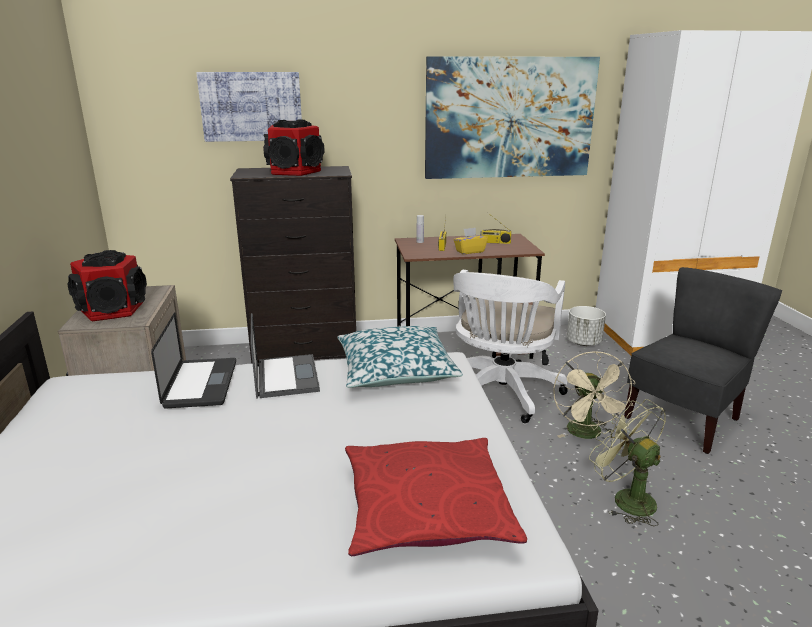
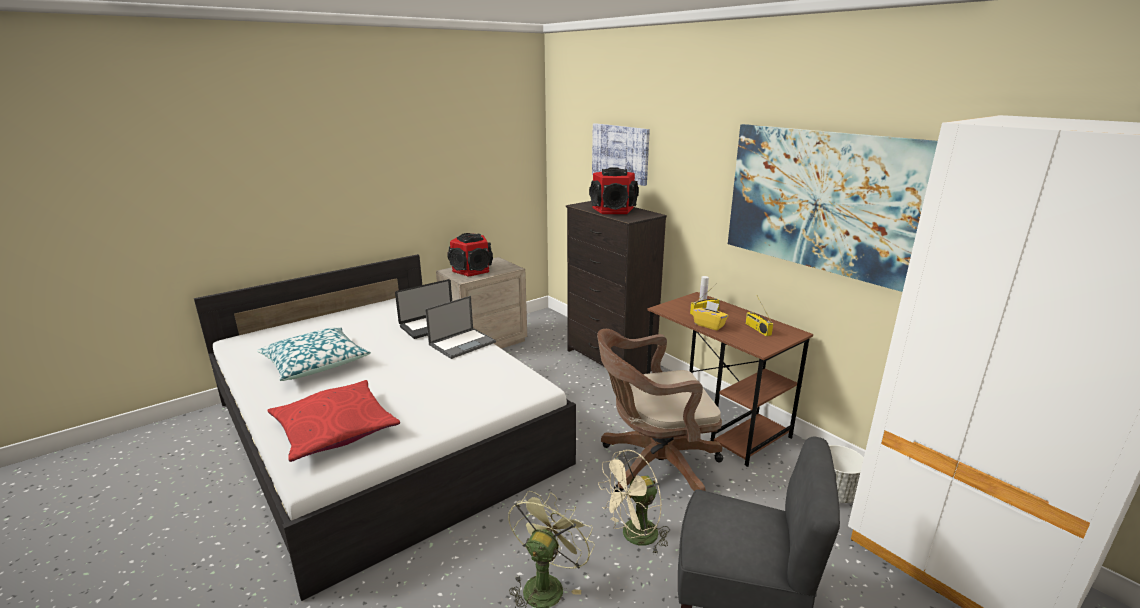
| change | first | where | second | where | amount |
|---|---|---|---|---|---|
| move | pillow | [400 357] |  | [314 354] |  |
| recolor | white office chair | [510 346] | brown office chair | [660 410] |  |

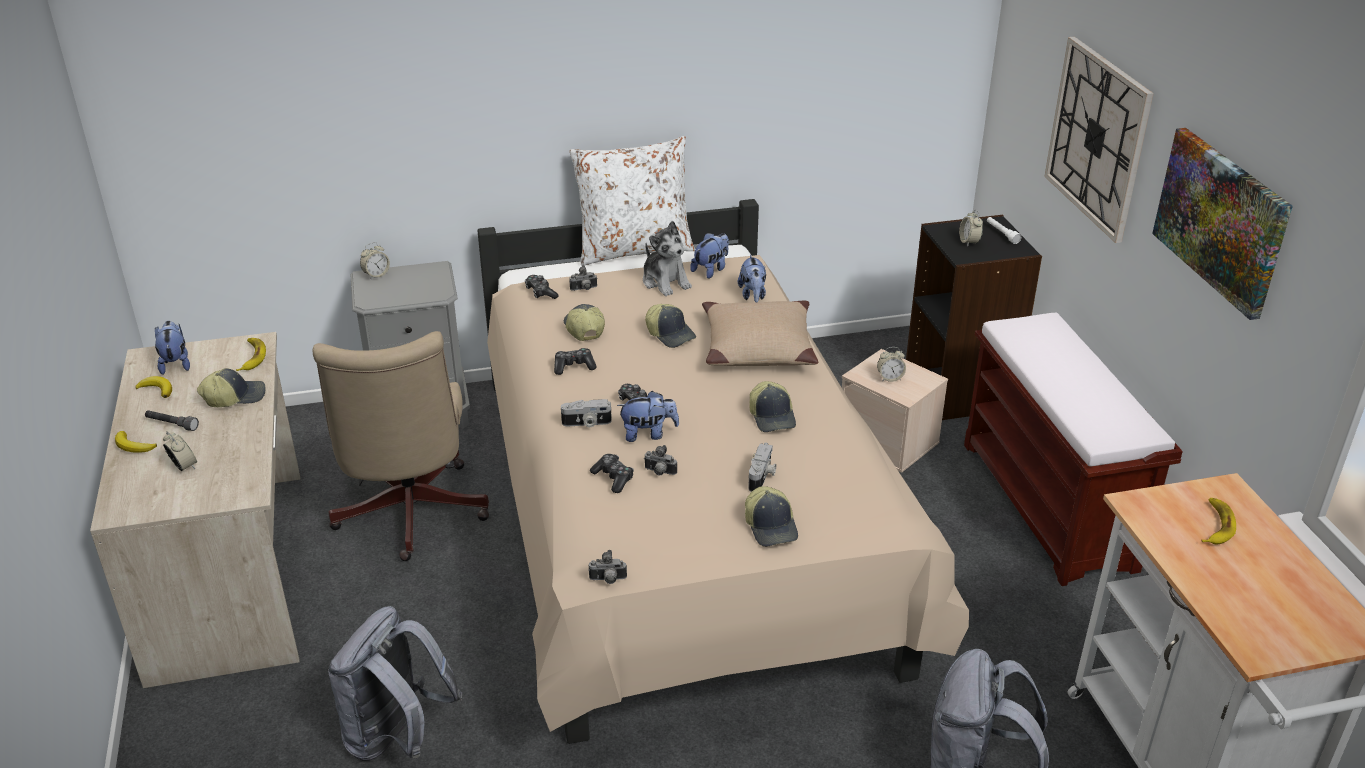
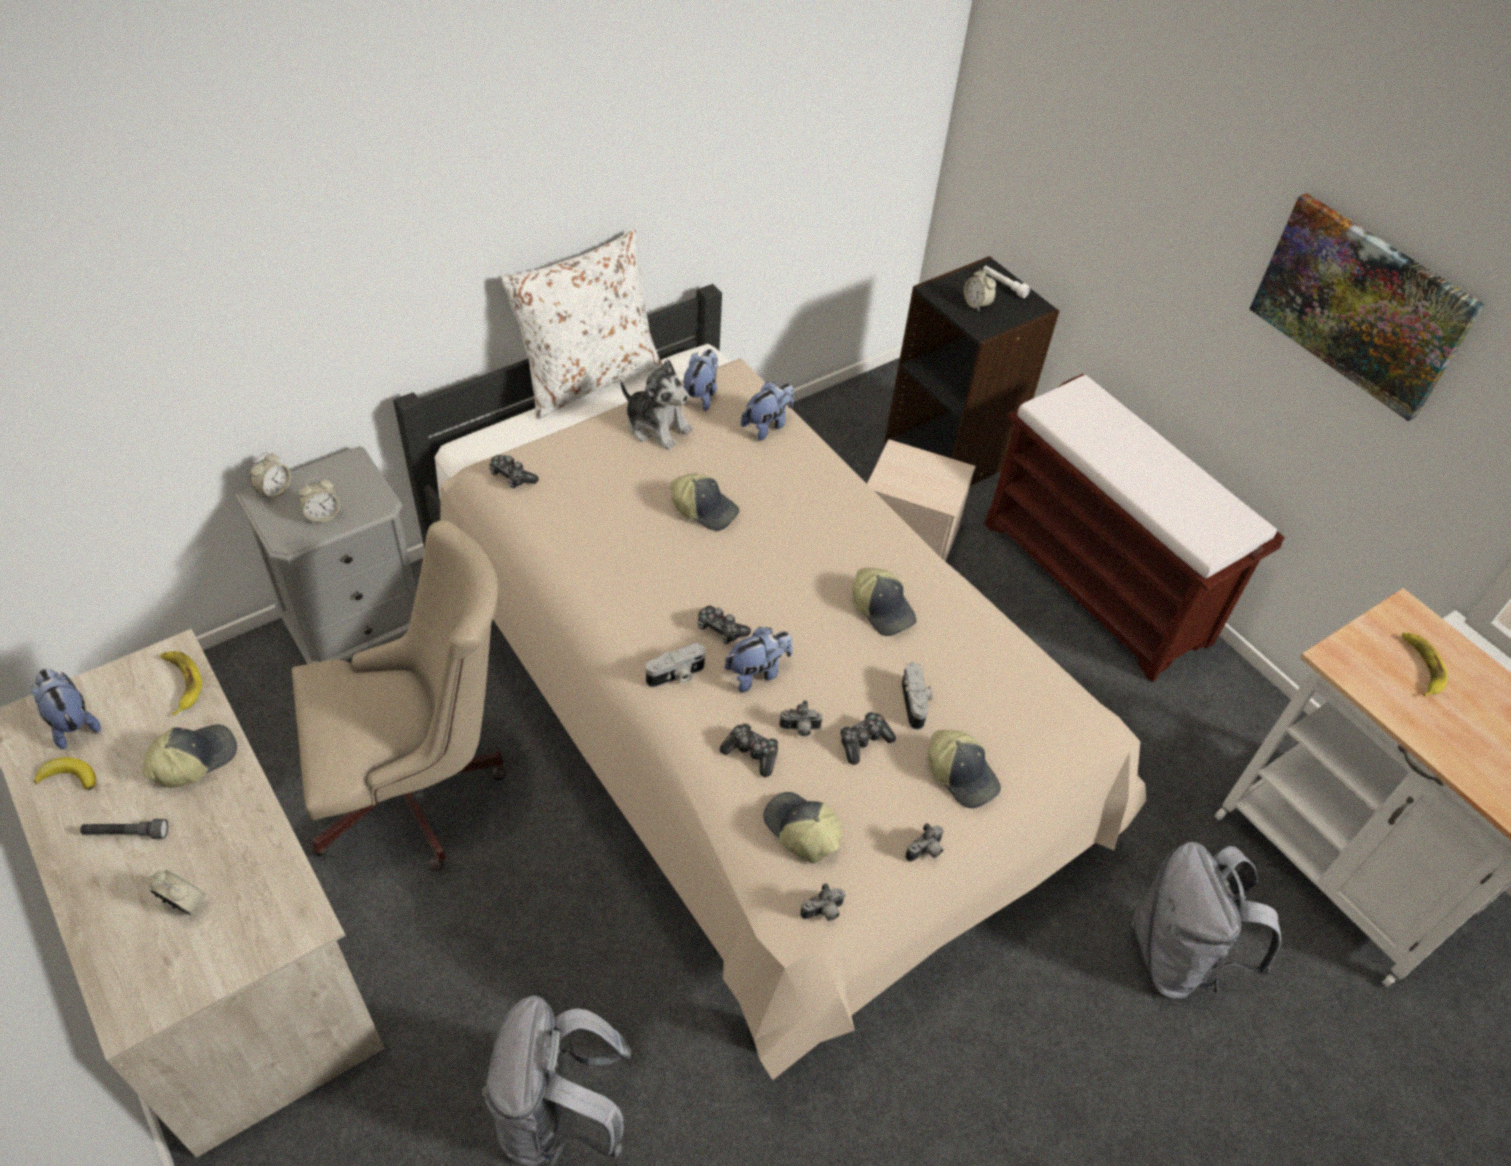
| change | first | where | second | where | amount |
|---|---|---|---|---|---|
| rotate | beige office chair | [400 446] |  | [399 695] | 75 degrees counterclockwise |
| move | alarm clock | [891 364] |  | [319 500] |  |
| rotate | plush toy | [752 278] |  | [767 411] | 105 degrees counterclockwise |
| move | cap | [584 322] |  | [802 827] |  |
| move | game controller | [575 361] |  | [868 738] |  |
| move | photo camera | [583 278] |  | [924 842] |  |
| delete | banana | [136 442] |  |  |  |
| delete | beige pillow | [760 333] |  |  |  |
| delete | wall clock | [1099 140] |  |  |  |

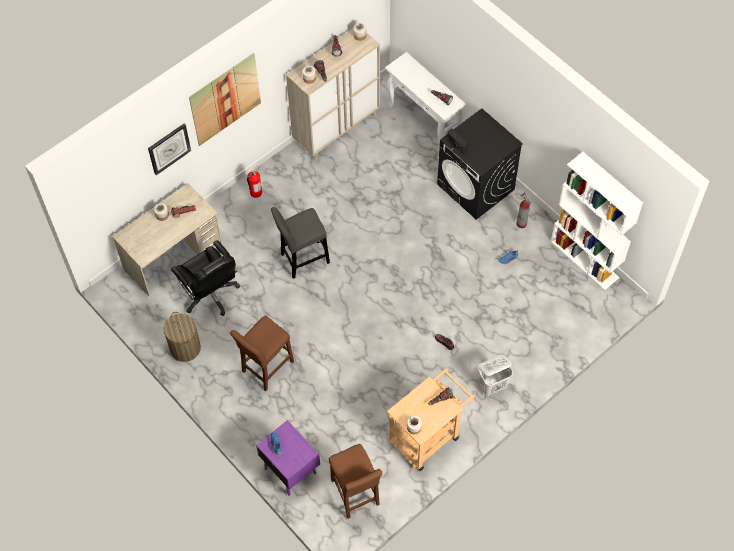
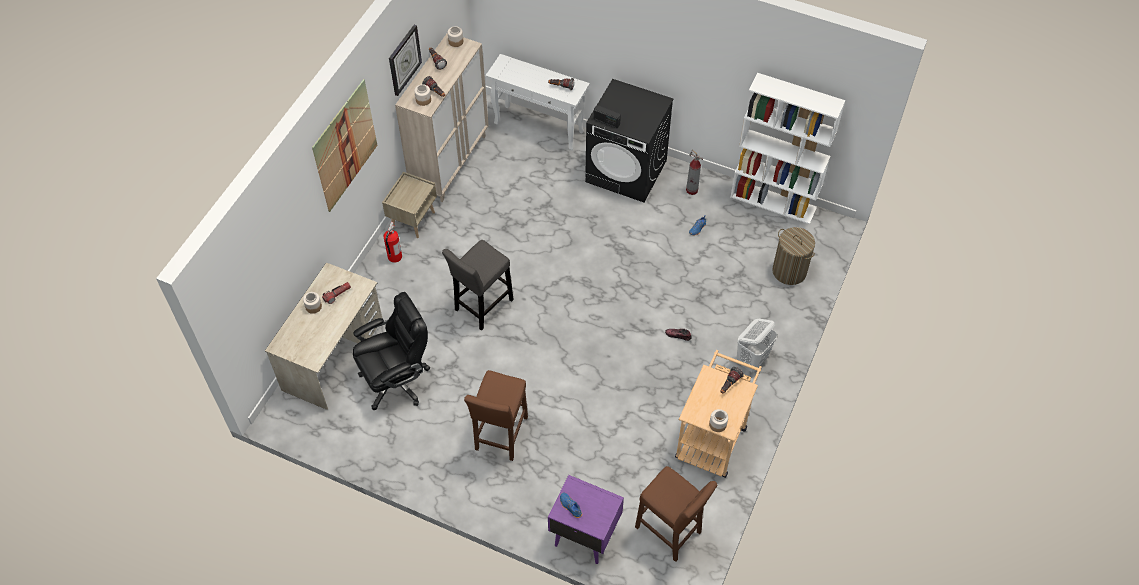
| change | first | where | second | where | amount |
|---|---|---|---|---|---|
| rotate | black office chair | [205 278] |  | [391 351] | 60 degrees counterclockwise |
| insert |  |  | beige nightstand | [409 205] |  |
| move | wall clock | [169 149] |  | [405 60] |  |
| move | laundry basket | [182 337] |  | [793 256] |  |

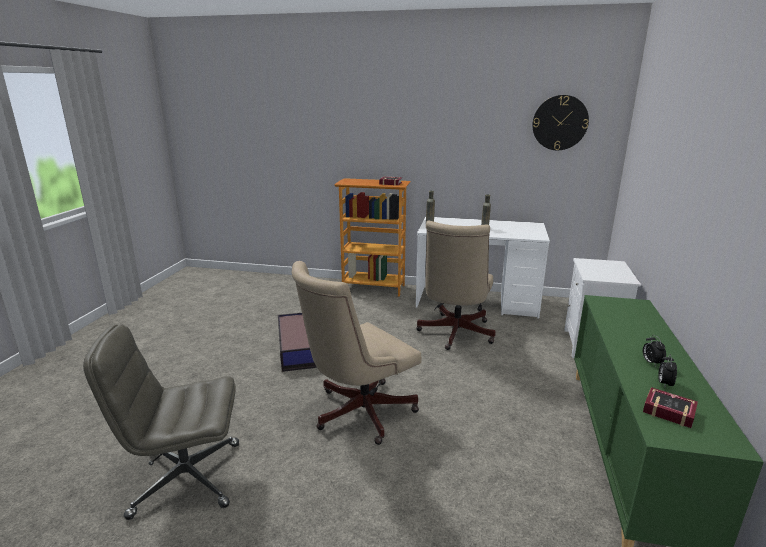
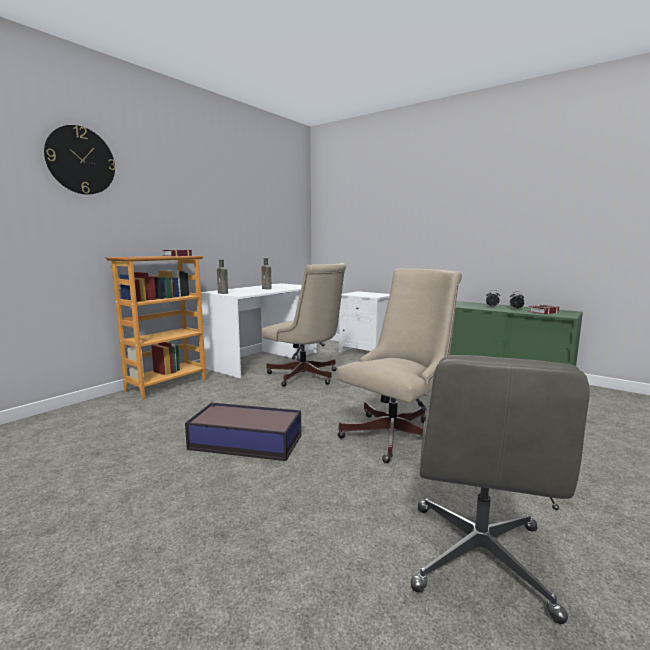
| change | first | where | second | where | amount |
|---|---|---|---|---|---|
| move | wall clock | [560 122] |  | [80 160] |  |
| rotate | beige office chair | [356 353] |  | [399 366] | 120 degrees counterclockwise |

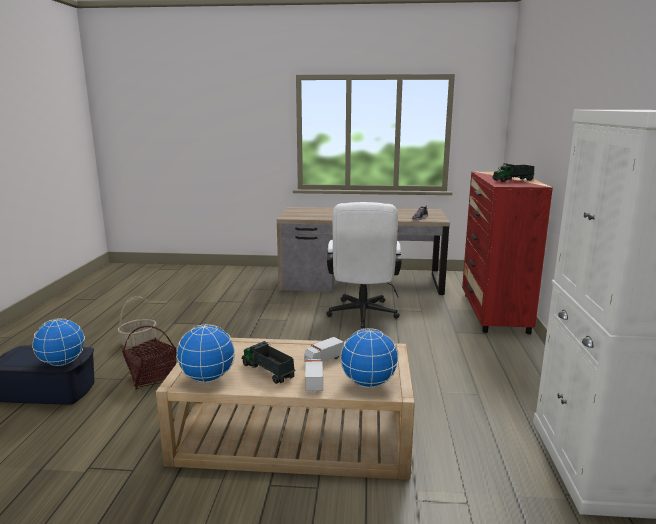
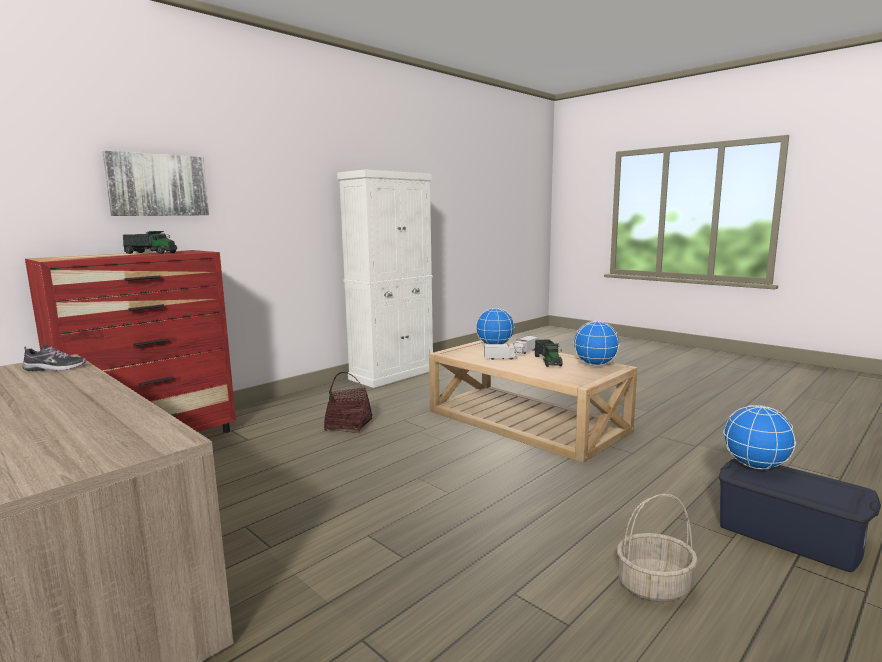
| change | first | where | second | where | amount |
|---|---|---|---|---|---|
| insert |  |  | picture | [155 183] |  |
| move | basket | [149 358] |  | [348 402] |  |
| delete | white office chair | [364 265] |  |  |  |

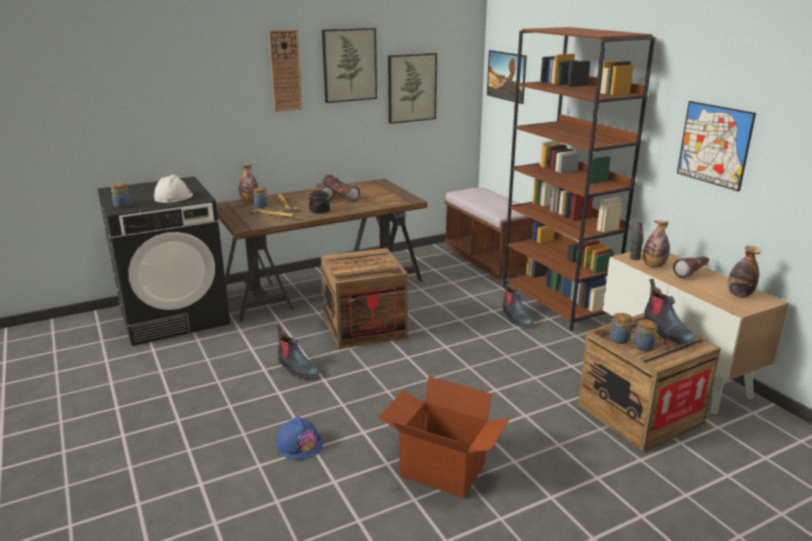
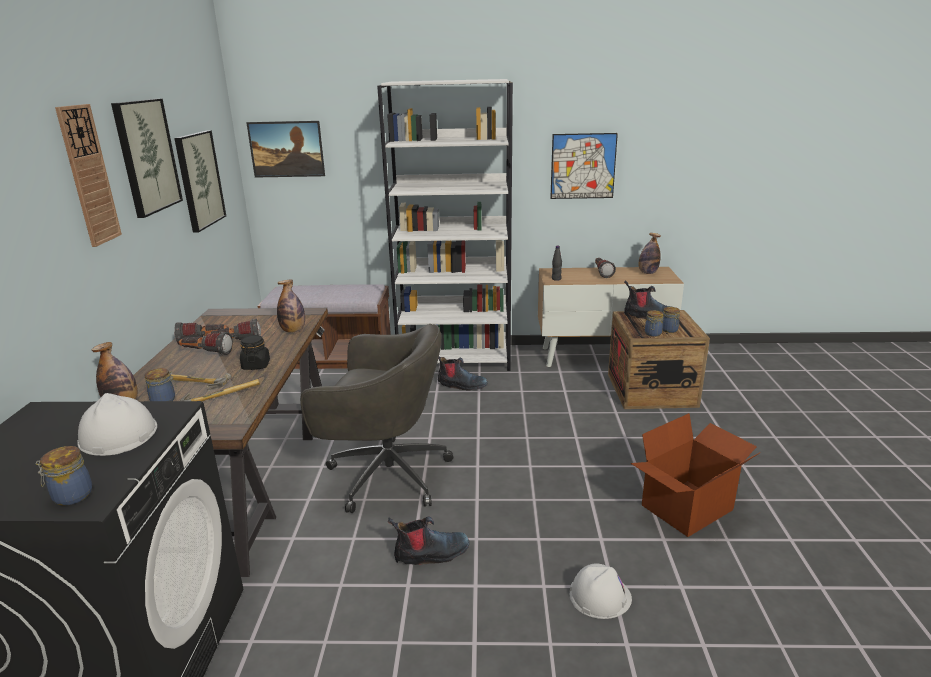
| change | first | where | second | where | amount |
|---|---|---|---|---|---|
| move | bottle | [656 244] |  | [291 306] |  |
| replace | crate | [364 298] | grey office chair | [376 418] |  |
| recolor | brown bookcase | [579 179] | white bookcase | [445 225] |  |
| recolor | blue hard hat | [299 438] | white hard hat | [601 591] |  |

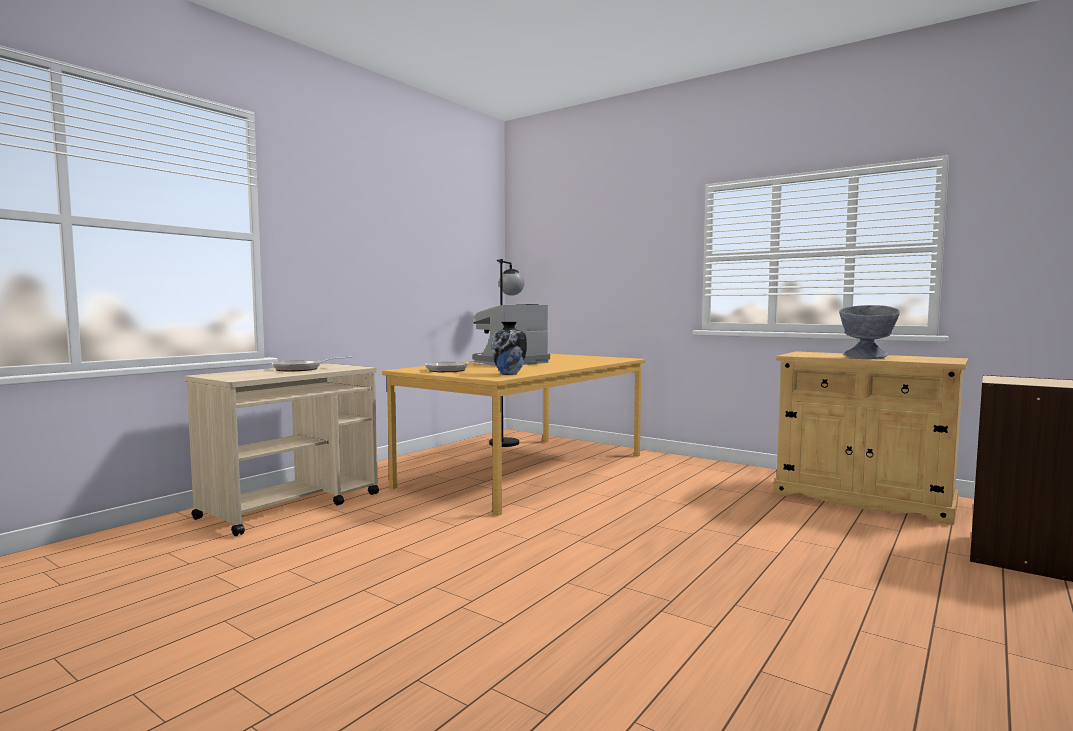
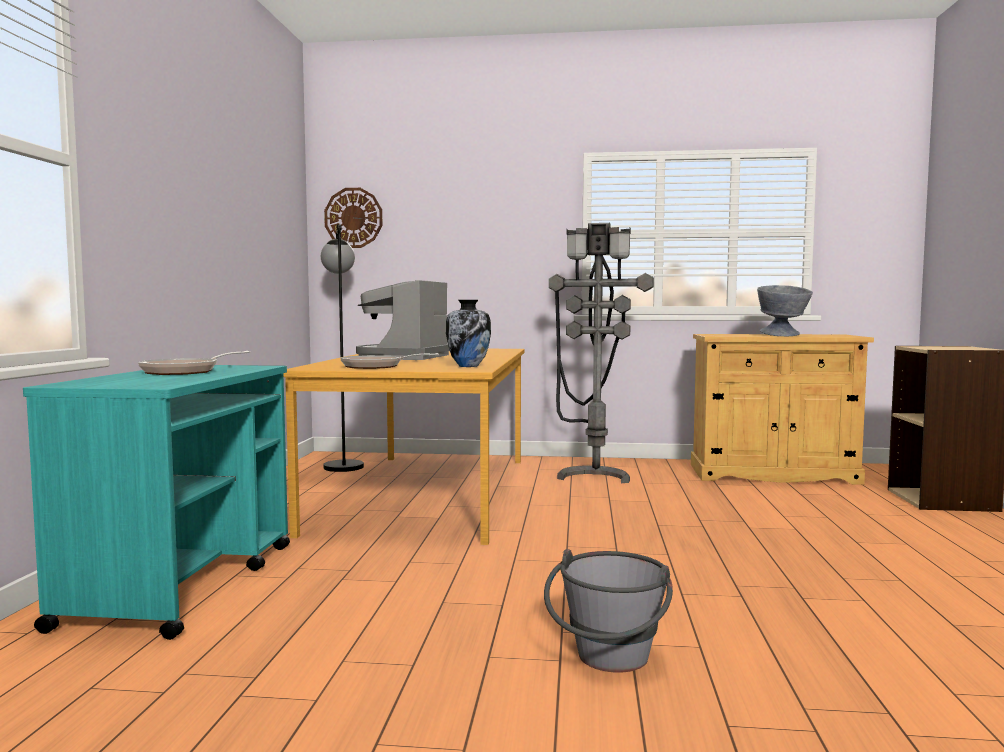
| change | first | where | second | where | amount |
|---|---|---|---|---|---|
| recolor | beige cart | [282 449] | turquoise cart | [156 502] |  |
| insert |  |  | wall clock | [353 218] |  |
| insert |  |  | grey bucket | [608 611] |  |
| insert |  |  | grey floor lamp | [601 353] |  |

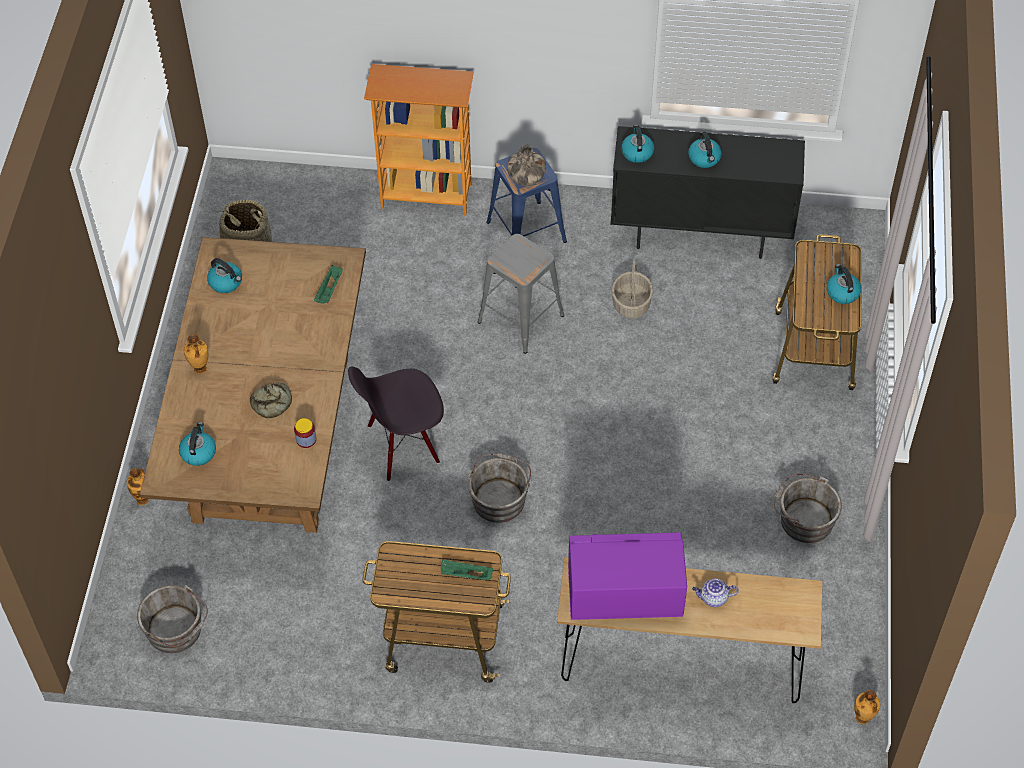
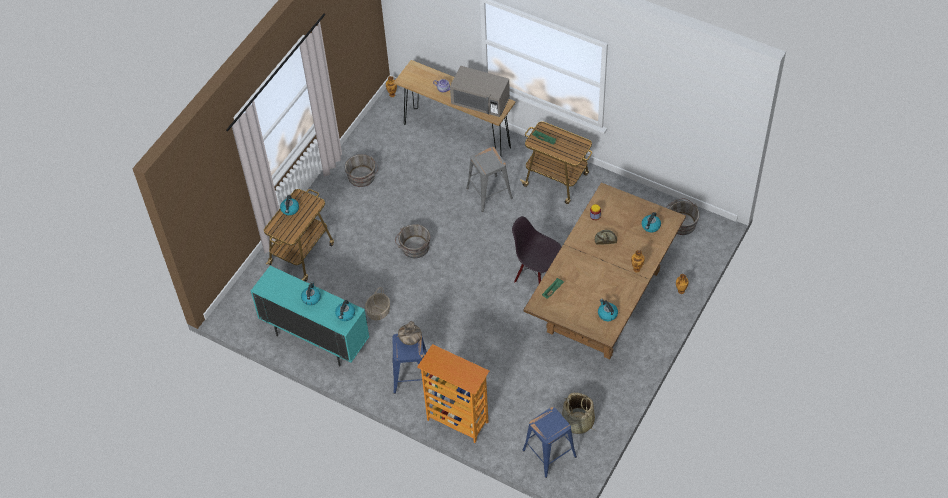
| change | first | where | second | where | amount |
|---|---|---|---|---|---|
| recolor | black cabinet | [707 192] | turquoise cabinet | [310 316] |  |
| move | grey bucket | [499 488] |  | [412 241] |  |
| recolor | purple microwave | [627 576] | grey microwave | [480 91] |  |
| move | grey stool | [521 294] |  | [489 179] |  |
| rotate | black chair | [396 424] |  | [536 249] | 150 degrees counterclockwise |
| insert |  |  | blue stool | [550 442] |  |

